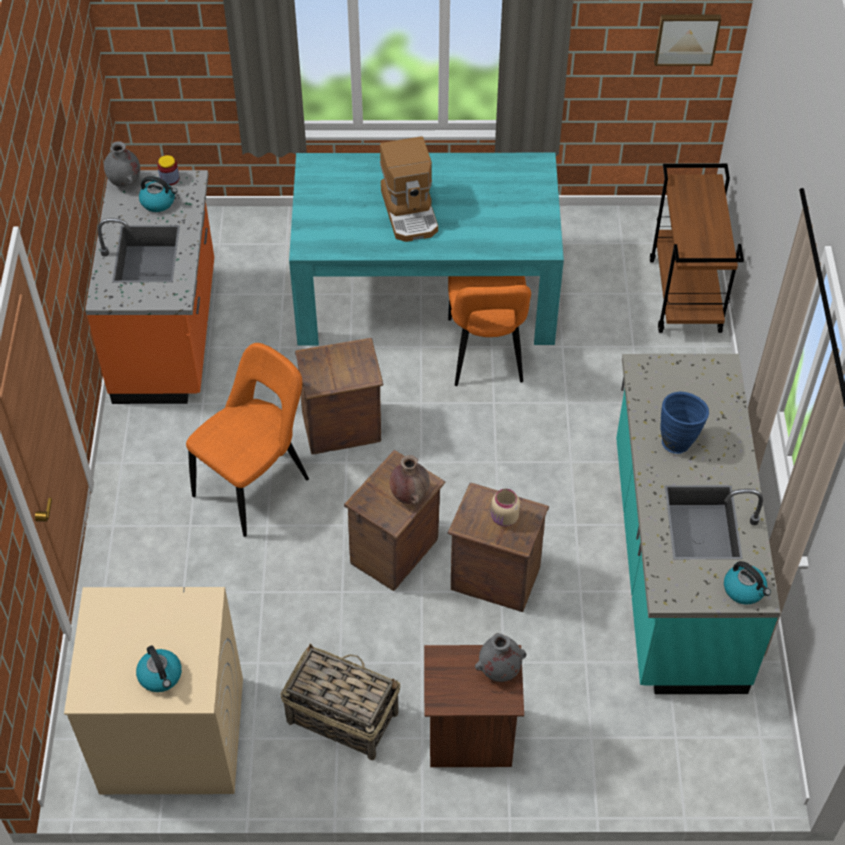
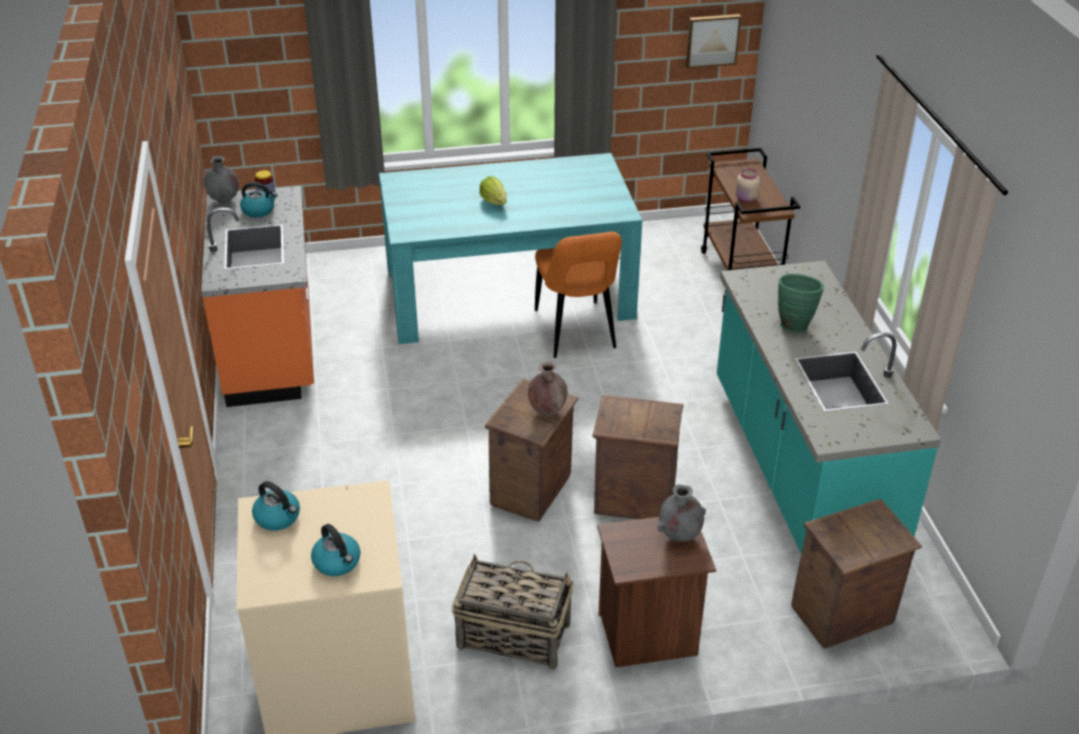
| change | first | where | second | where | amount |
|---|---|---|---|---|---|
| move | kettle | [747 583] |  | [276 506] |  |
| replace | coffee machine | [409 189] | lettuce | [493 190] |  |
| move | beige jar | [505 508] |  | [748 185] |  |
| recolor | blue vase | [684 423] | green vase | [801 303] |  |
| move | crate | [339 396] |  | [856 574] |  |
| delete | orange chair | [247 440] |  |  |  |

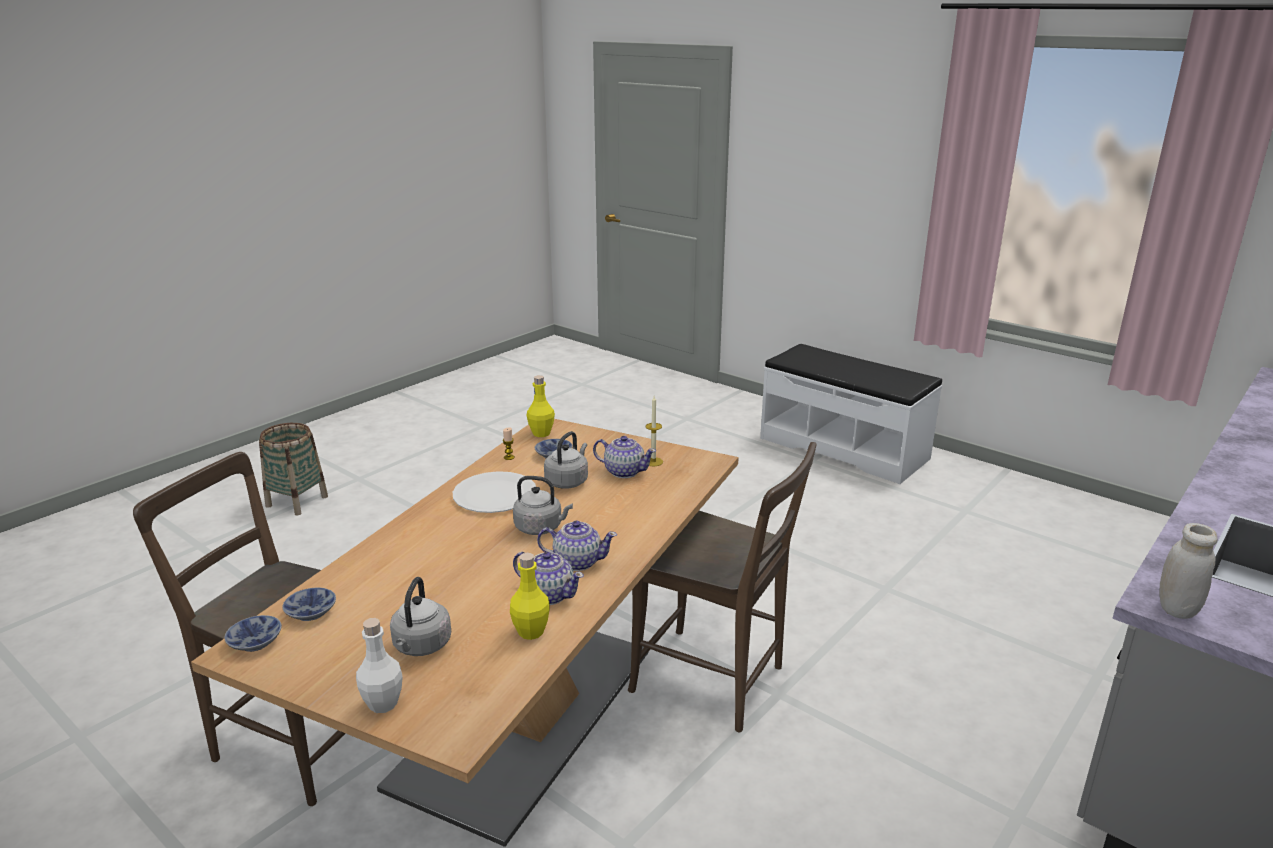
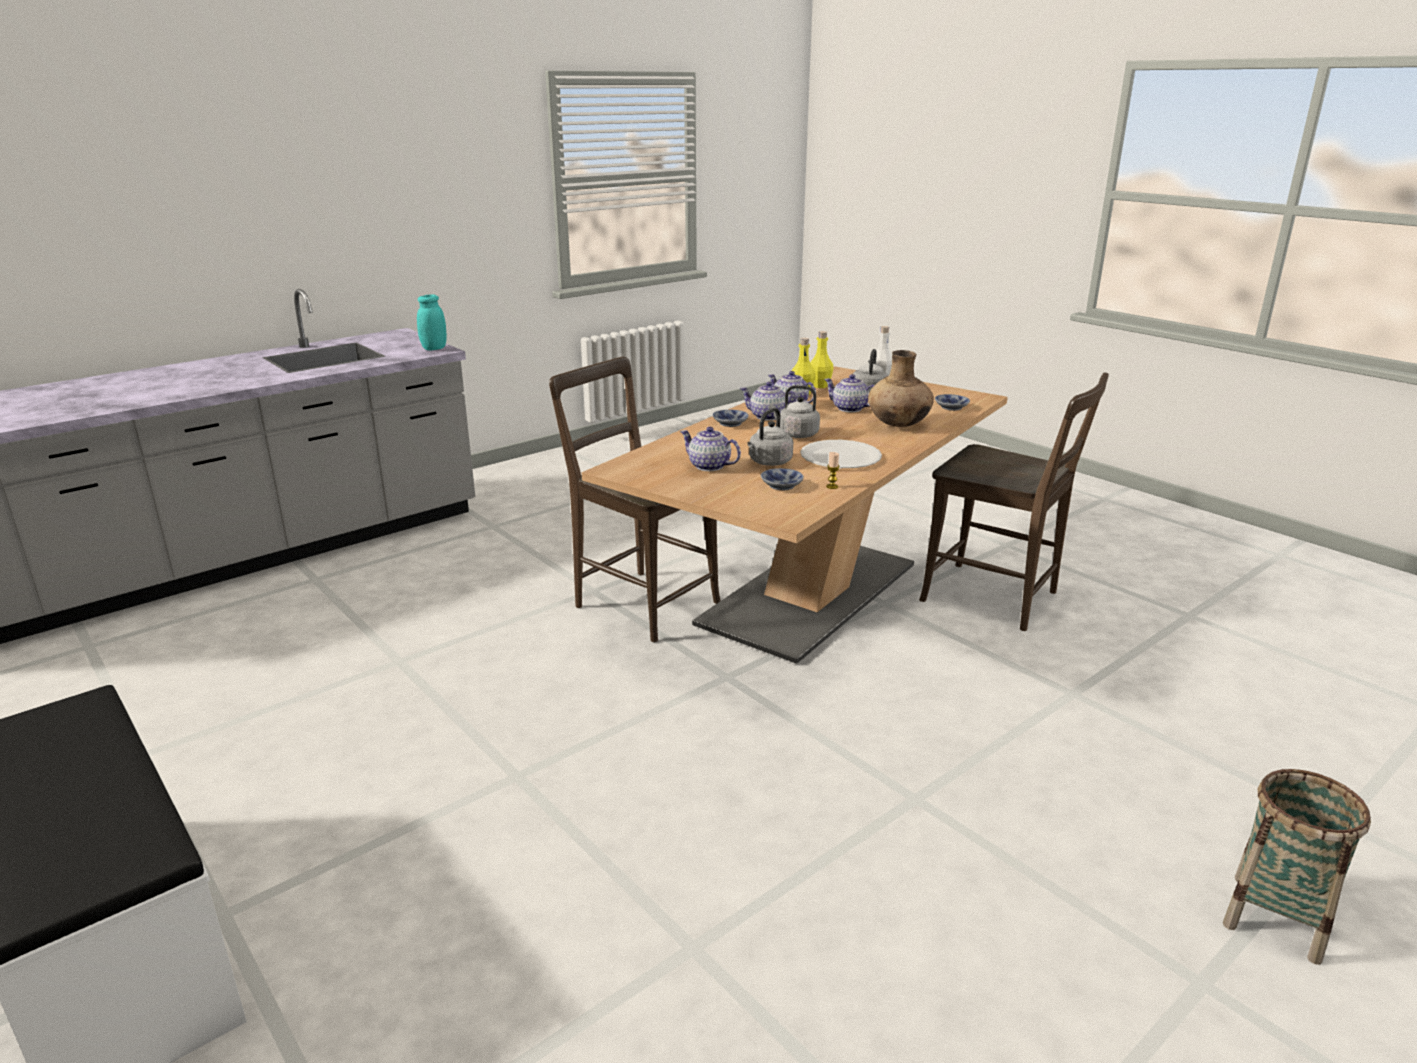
| change | first | where | second | where | amount |
|---|---|---|---|---|---|
| recolor | white jar | [1188 571] | turquoise jar | [432 322] |  |
| move | bowl | [253 633] |  | [731 418] |  |
| move | yellow bottle | [541 406] |  | [822 359] |  |
| insert |  |  | teapot | [849 393] |  |
| insert |  |  | brown vase | [901 388] |  |
| delete | candle | [654 431] |  |  |  |

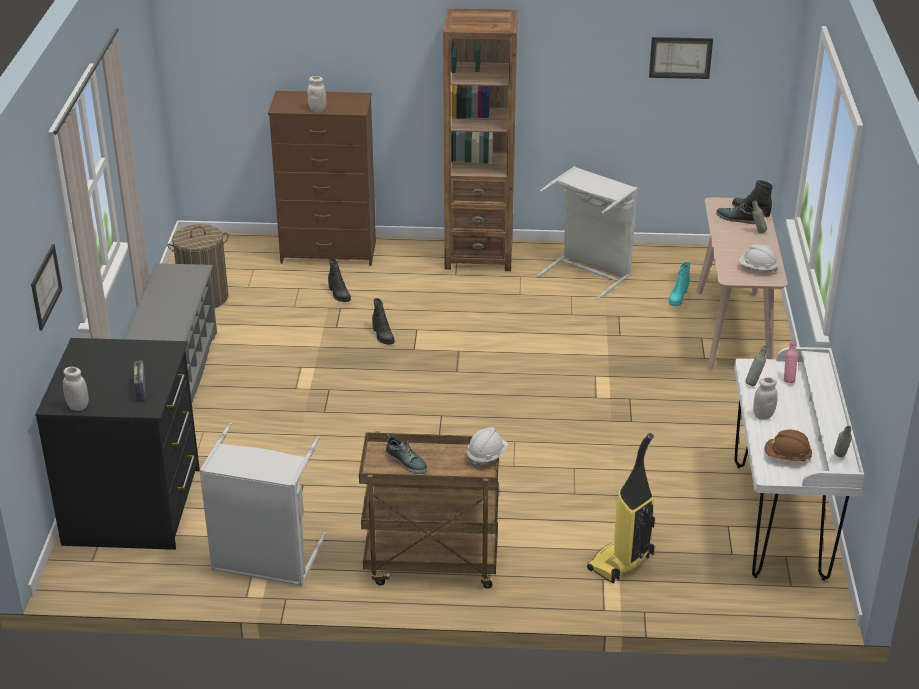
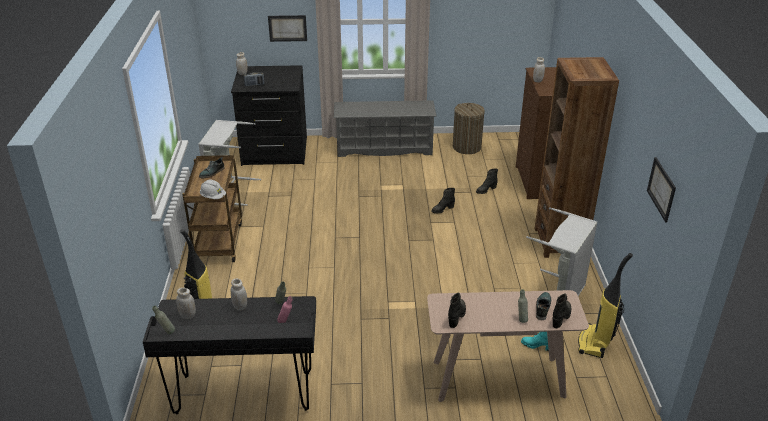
| change | first | where | second | where | amount |
|---|---|---|---|---|---|
| recolor | white desk | [799 463] | black desk | [229 355] |  |
| replace | brown hard hat | [788 445] | white jar | [186 303] |  |
| replace | white hard hat | [758 258] | black boot | [457 310] |  |
| insert |  |  | vacuum cleaner | [605 305] |  |

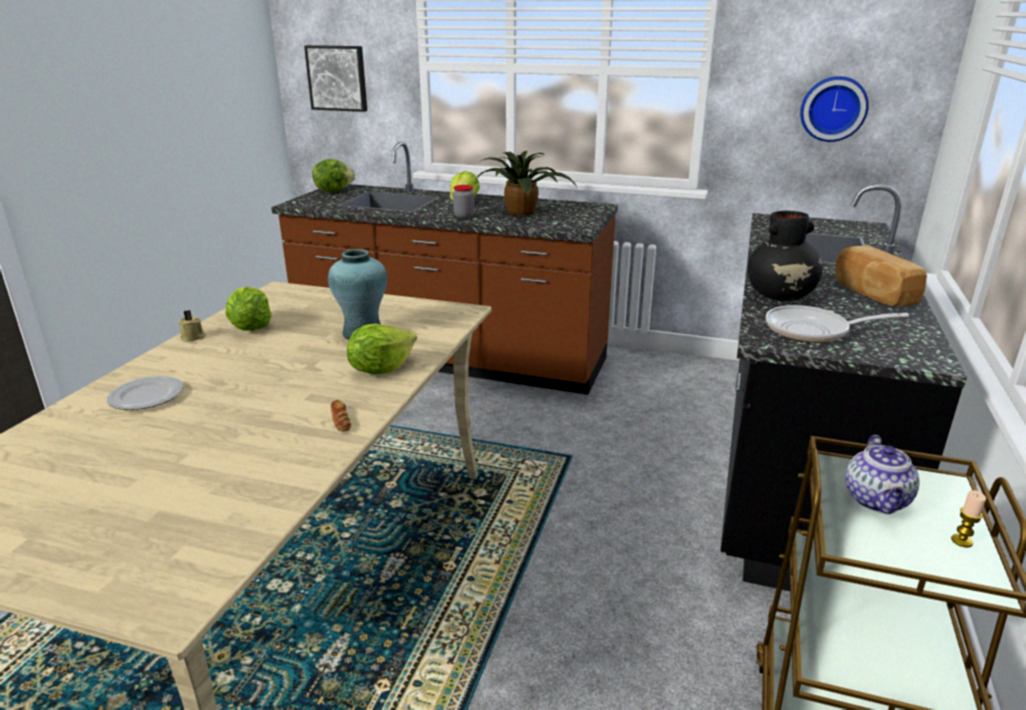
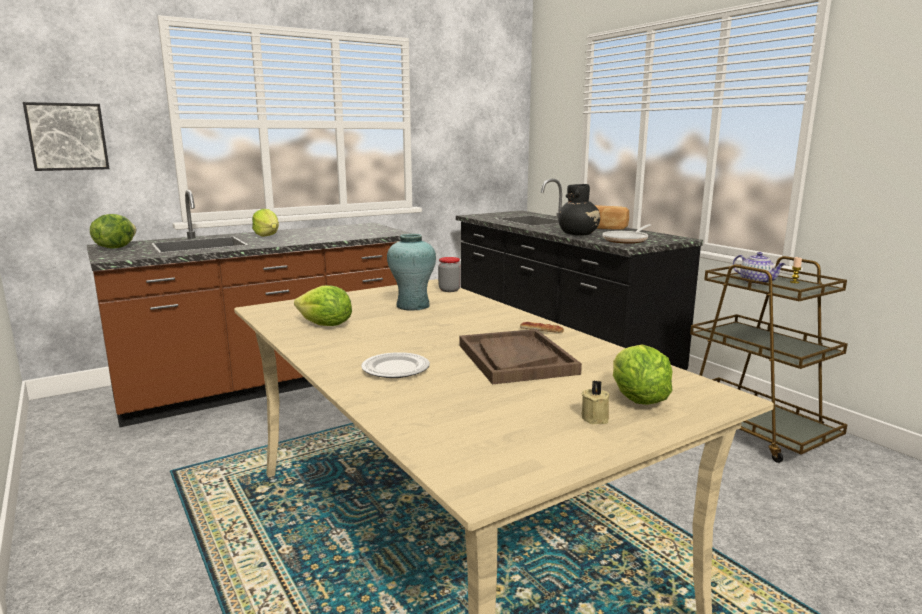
| change | first | where | second | where | amount |
|---|---|---|---|---|---|
| move | jar | [463 202] |  | [449 274] |  |
| insert |  |  | brown tray | [520 356] |  |
| move | beige candle | [192 326] |  | [595 402] |  |
| move | lettuce | [382 349] |  | [643 375] |  |
| delete | potted plant | [527 183] |  |  |  |
| delete | wall clock | [834 109] |  |  |  |

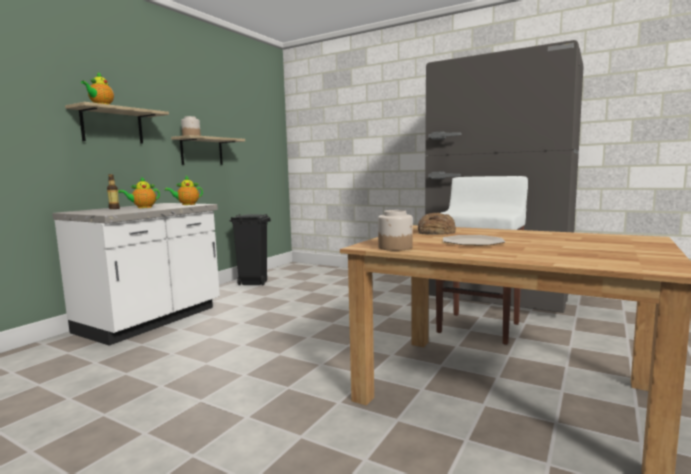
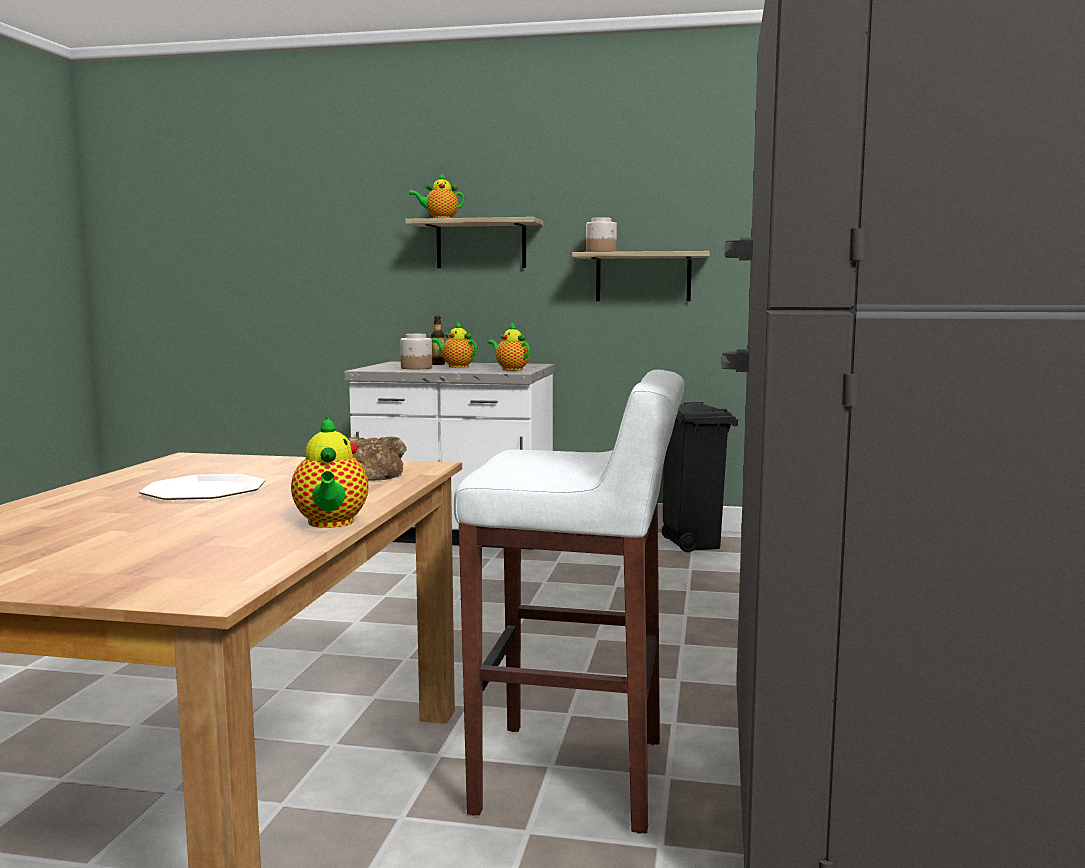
| change | first | where | second | where | amount |
|---|---|---|---|---|---|
| insert |  |  | teapot | [330 472] |  |
| move | jar | [395 230] |  | [416 351] |  |

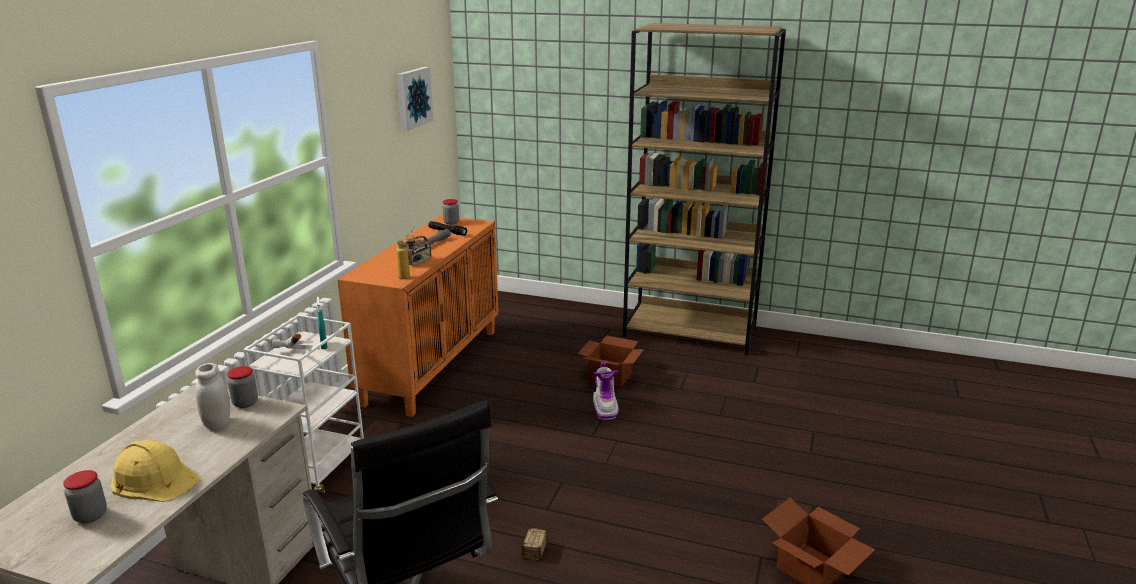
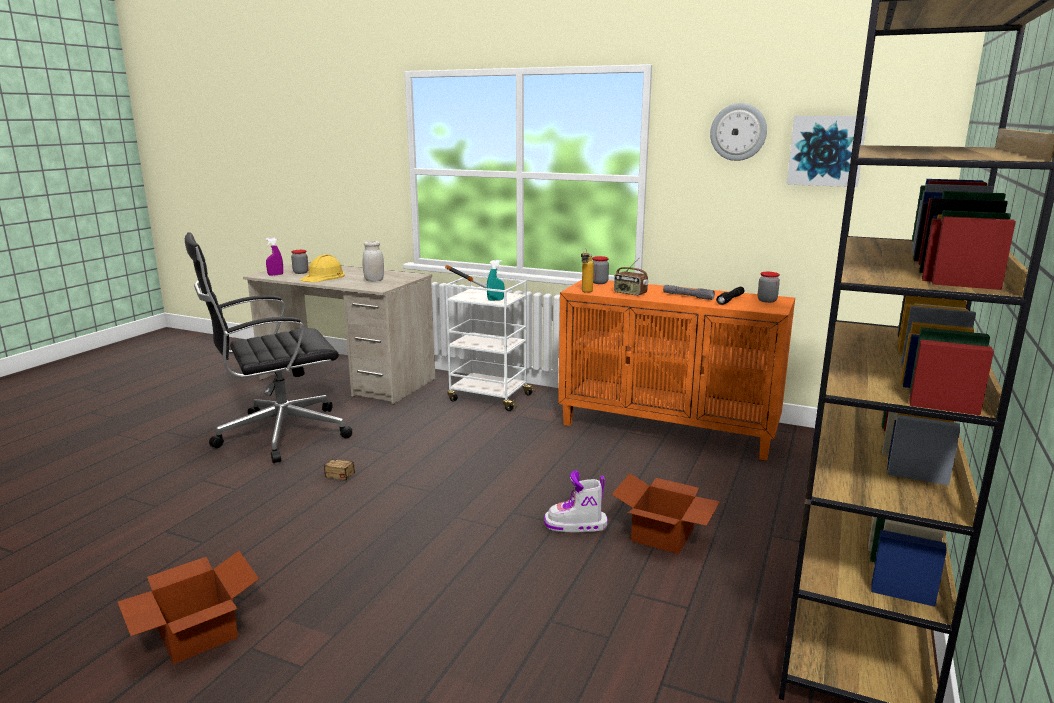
| change | first | where | second | where | amount |
|---|---|---|---|---|---|
| insert |  |  | purple spray bottle | [274 257] |  |
| move | jar | [242 387] |  | [600 270] |  |
| insert |  |  | wall clock | [738 132] |  |

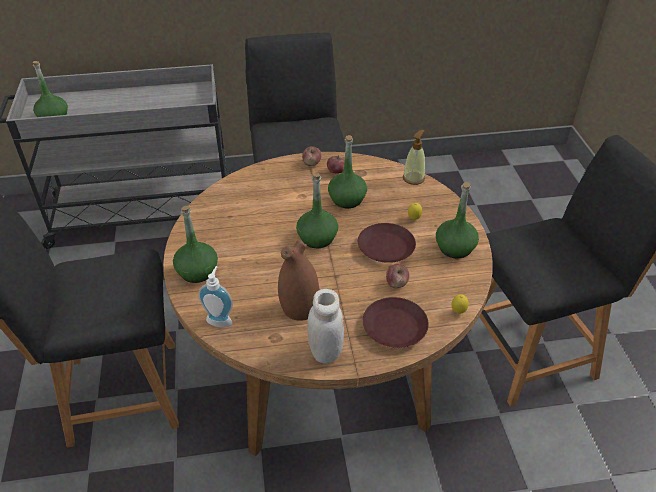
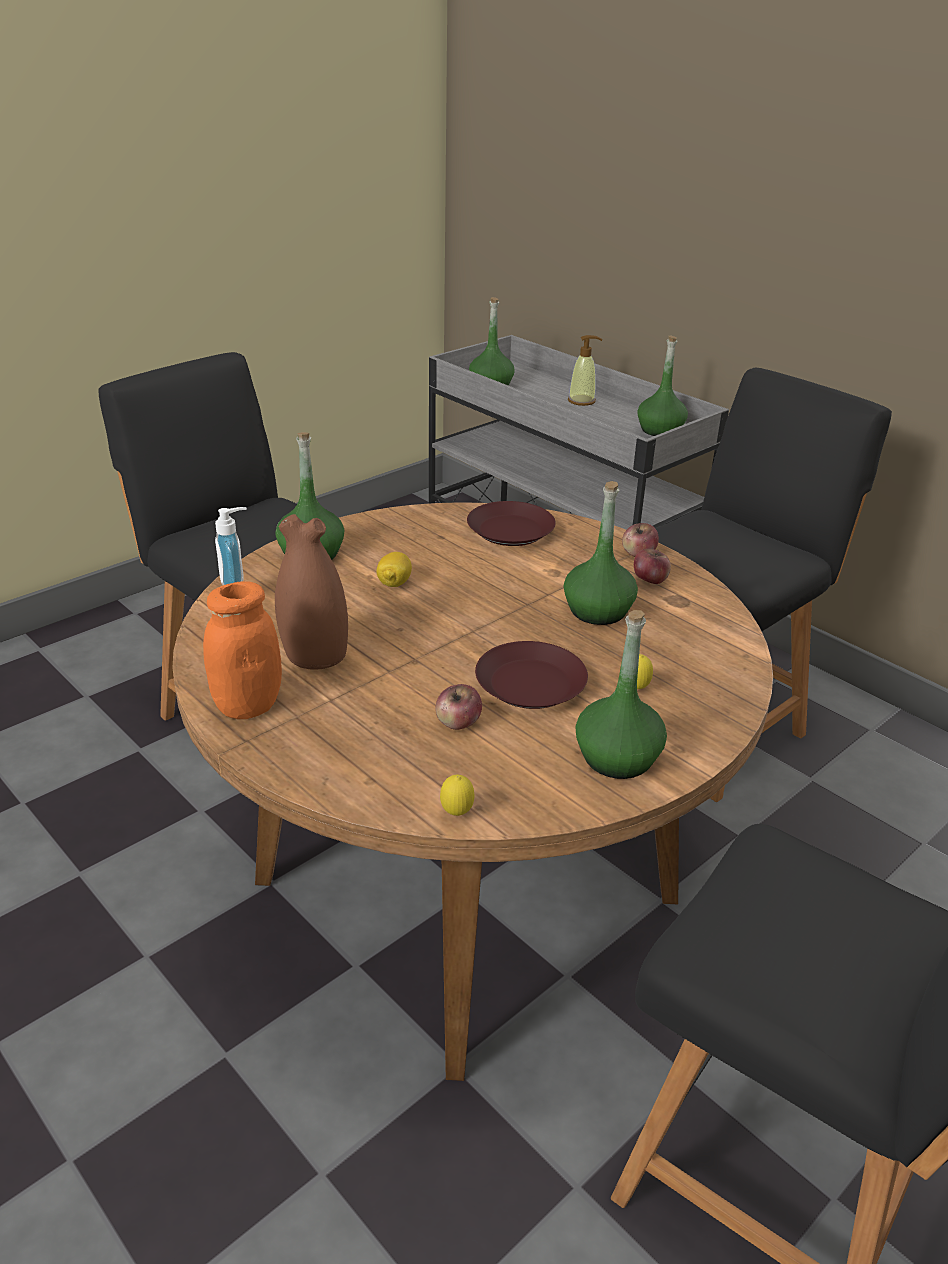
| change | first | where | second | where | amount |
|---|---|---|---|---|---|
| recolor | white jar | [325 326] | orange jar | [242 650] |  |
| insert |  |  | lemon | [394 569] |  |
| move | brown plate | [396 322] |  | [511 523] |  |
| move | soap dispenser | [414 157] |  | [585 370] |  |
| move | green bottle | [317 210] |  | [662 385] |  |

